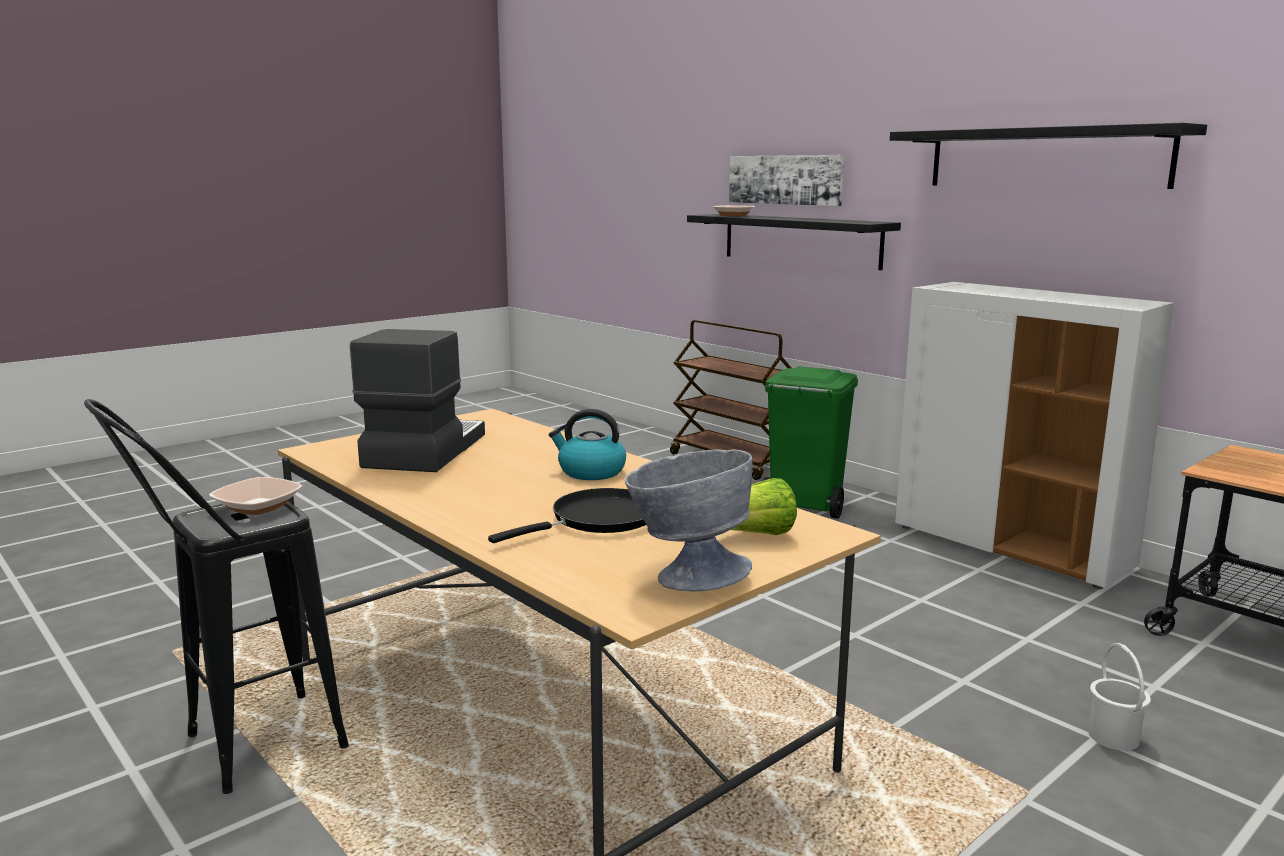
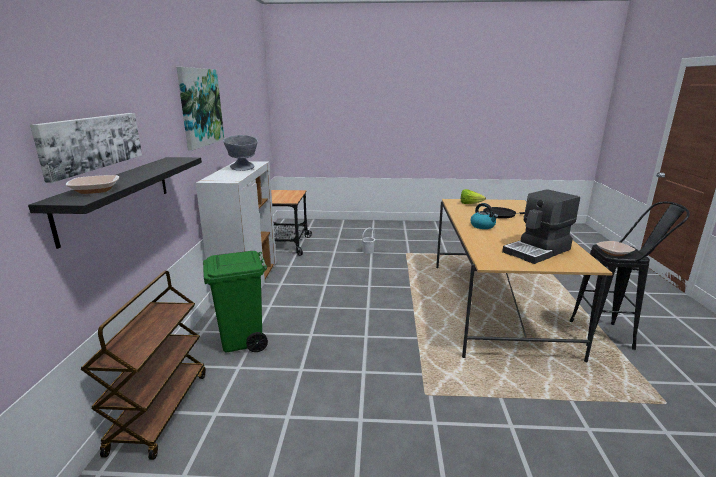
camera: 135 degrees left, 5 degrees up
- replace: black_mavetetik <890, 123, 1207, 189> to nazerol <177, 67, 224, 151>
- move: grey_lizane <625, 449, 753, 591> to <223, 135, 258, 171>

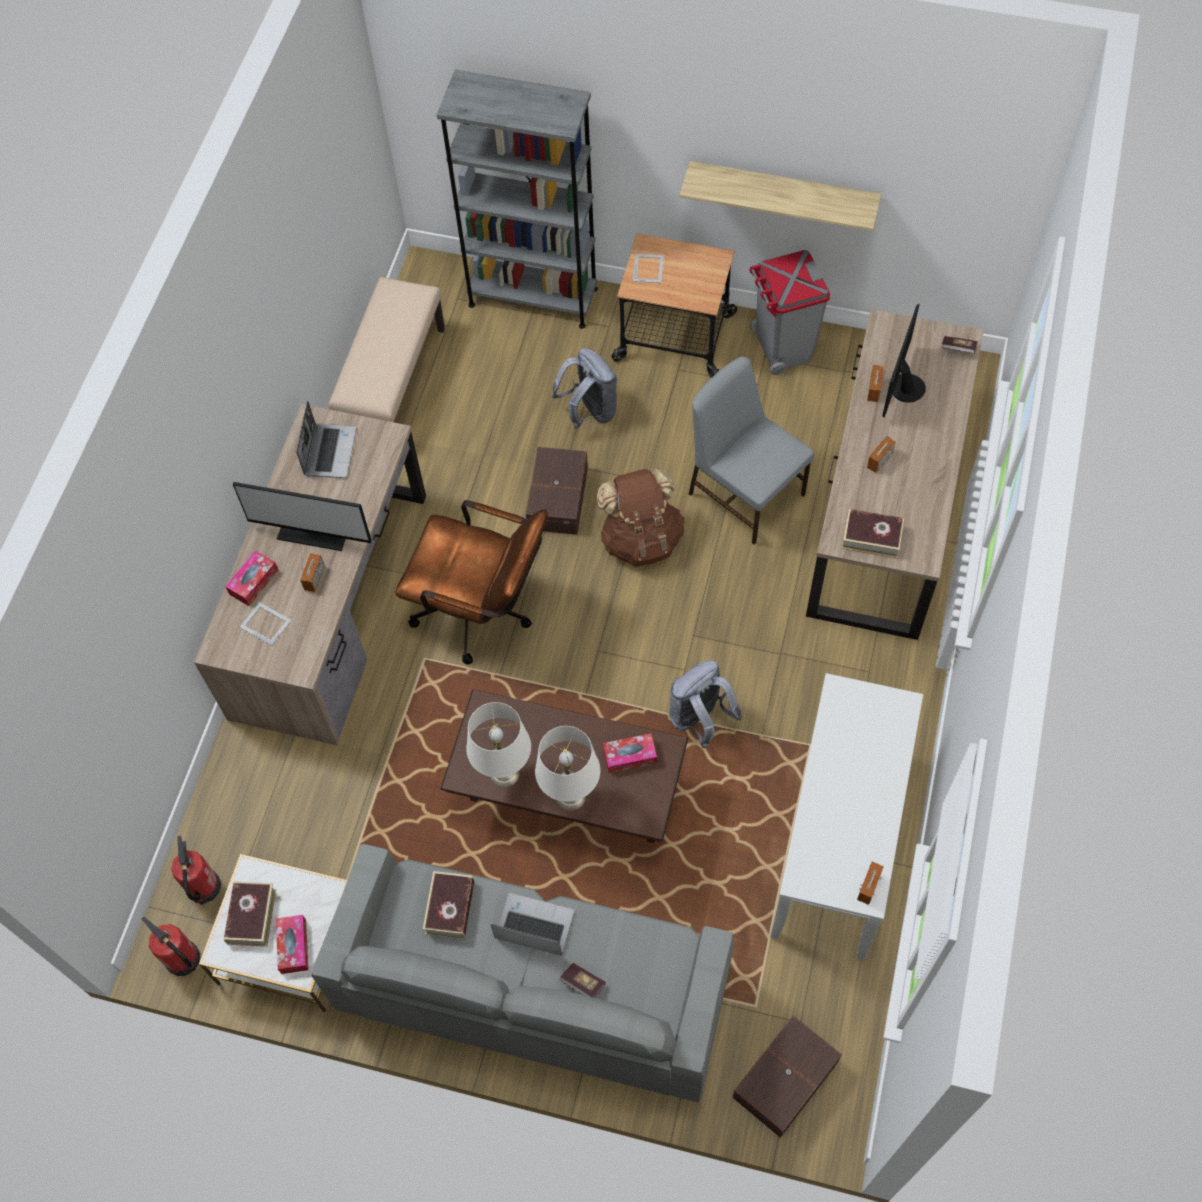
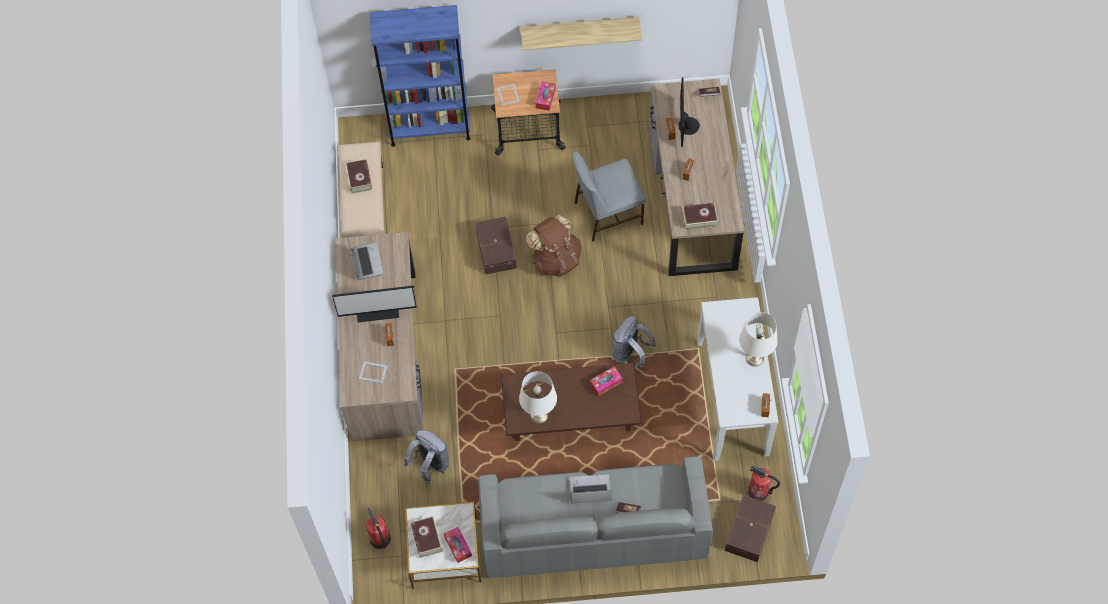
camera: 20 degrees left, 0 degrees up
- move: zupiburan <423, 871, 475, 939> to <345, 159, 372, 194>
- recolor: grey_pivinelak <437, 70, 598, 329> to blue_pivinelak <370, 5, 471, 147>
- move: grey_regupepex <552, 348, 617, 429> to <404, 430, 449, 484>
- move: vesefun <225, 551, 278, 606> to <536, 81, 556, 111>
- rotate: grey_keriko <689, 357, 814, 545> = <572, 151, 646, 242> 45 degrees counterclockwise
- move: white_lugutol <535, 726, 600, 811> to <739, 312, 778, 367>
- move: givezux <141, 916, 200, 976> to <748, 465, 780, 501>
- delete: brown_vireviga <395, 500, 548, 665>
- delete: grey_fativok <749, 250, 830, 375>

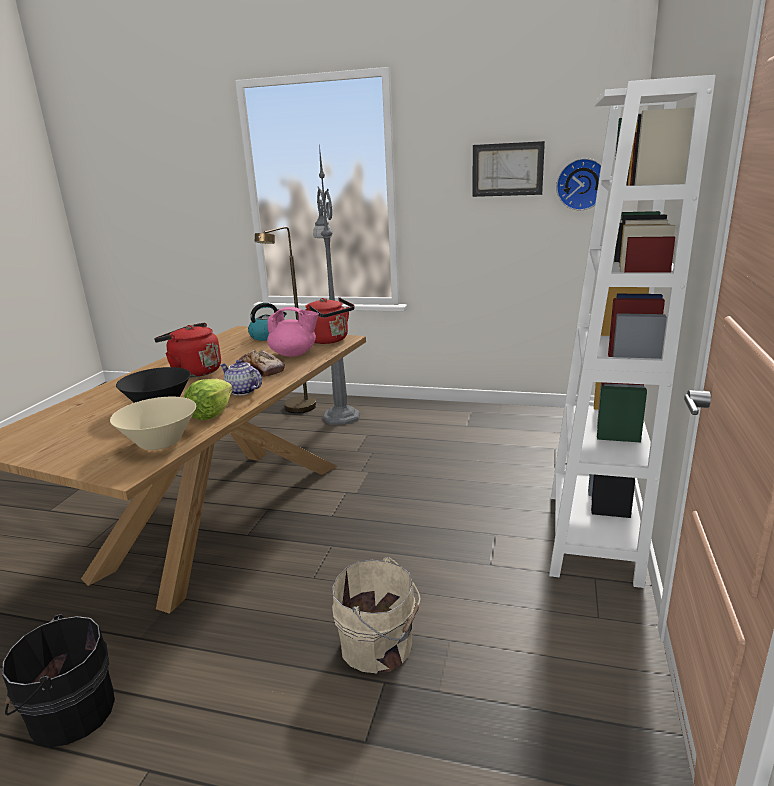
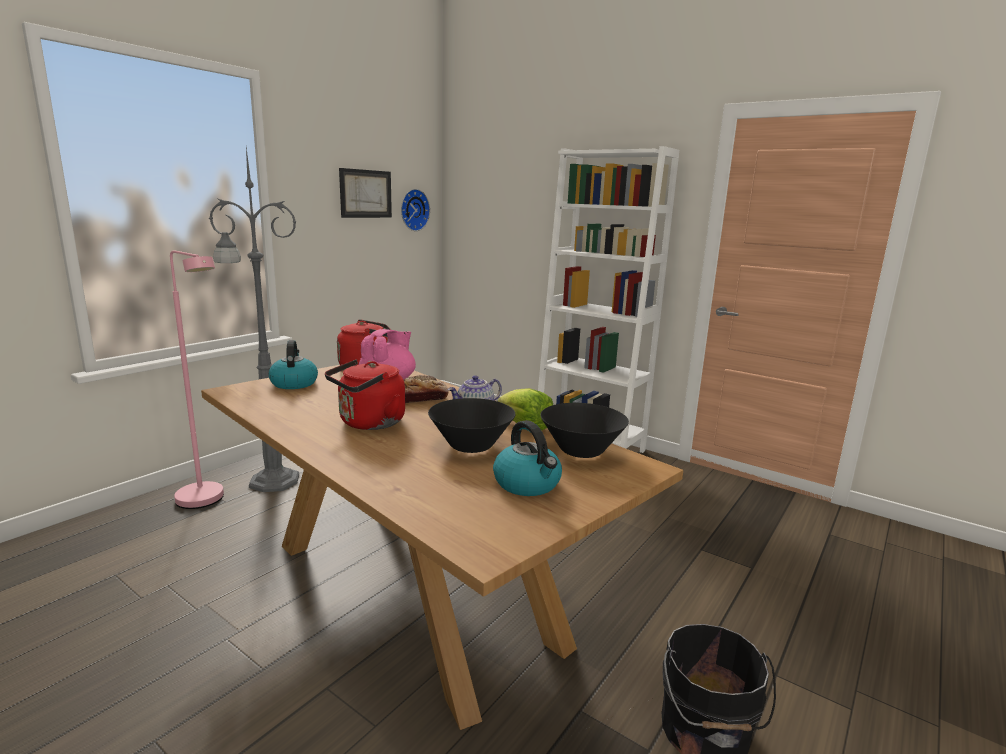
camera: 70 degrees left, 5 degrees down
- recolor: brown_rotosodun <255, 227, 316, 413> to pink_rotosodun <170, 251, 224, 509>
- insert: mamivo <493, 420, 562, 496>
- recolor: beige_lizane <110, 397, 196, 450> to black_lizane <541, 403, 629, 458>
- delete: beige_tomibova <332, 557, 421, 673>

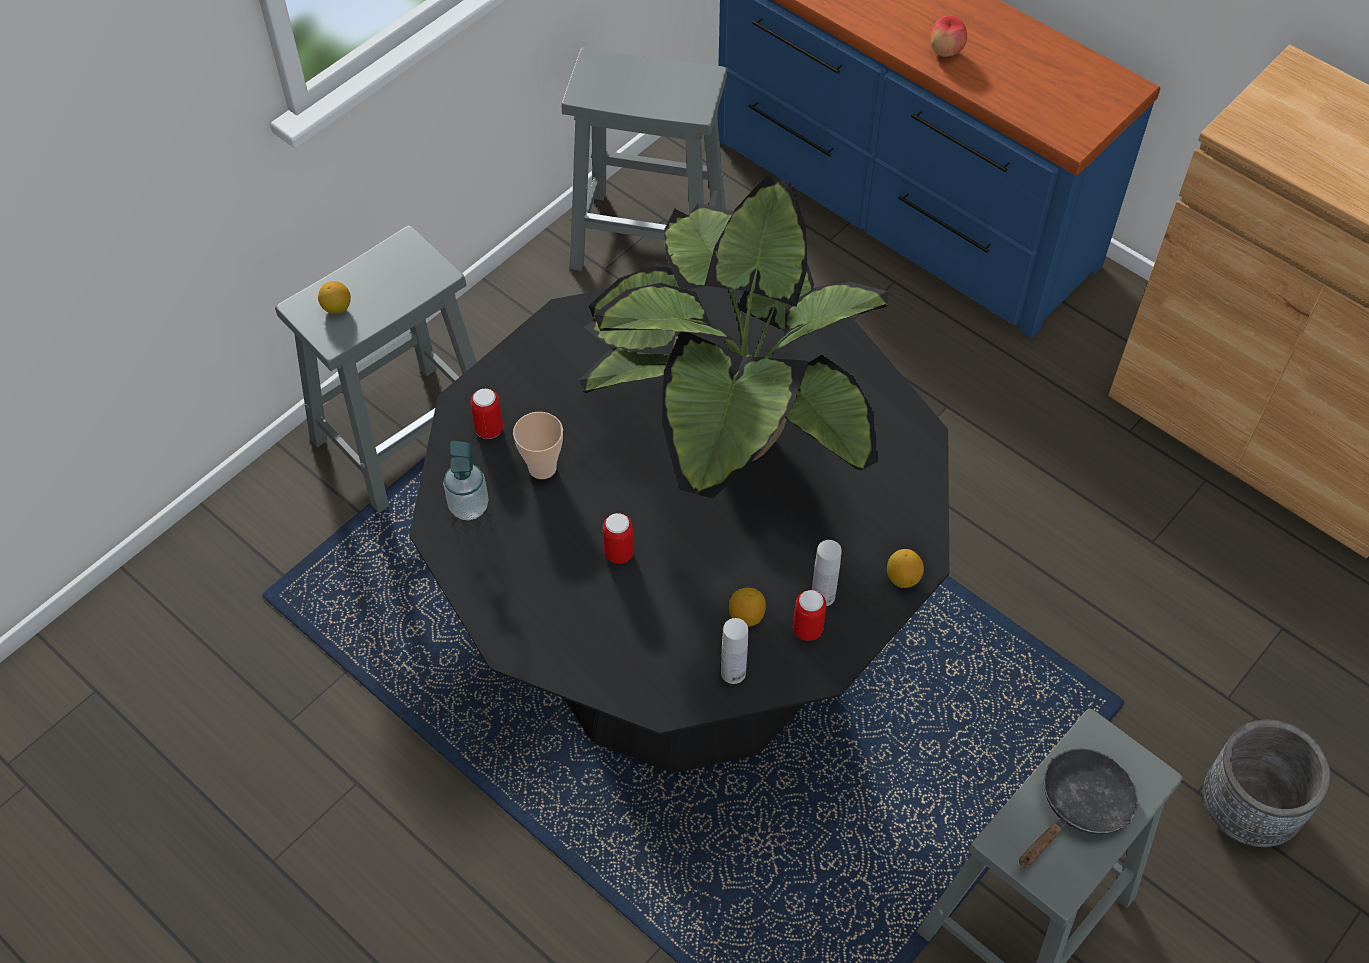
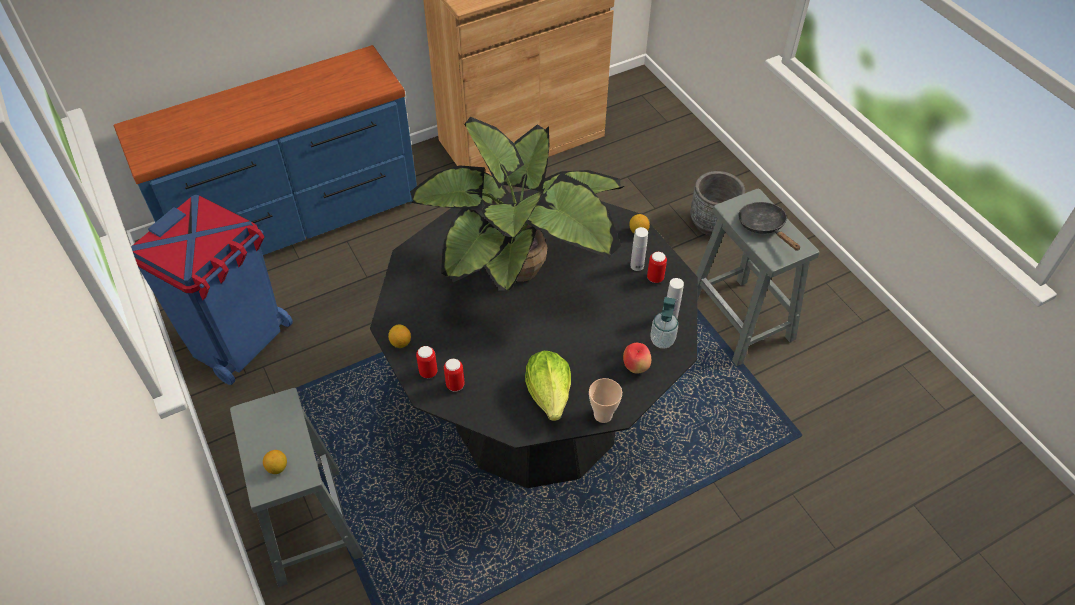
camera: 70 degrees left, 5 degrees down
- replace: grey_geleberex <562, 47, 727, 271> to blue_fativok <131, 195, 293, 385>
- move: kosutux <729, 588, 766, 627> to <388, 324, 411, 348>
- move: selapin <603, 513, 634, 564> to <416, 346, 438, 378>
- insert: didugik <525, 351, 571, 421>
- move: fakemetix <513, 412, 563, 479> to <589, 378, 622, 423>
- move: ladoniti <930, 15, 967, 57> to <623, 343, 651, 374>
- move: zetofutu <443, 441, 489, 520> to <651, 297, 678, 349>

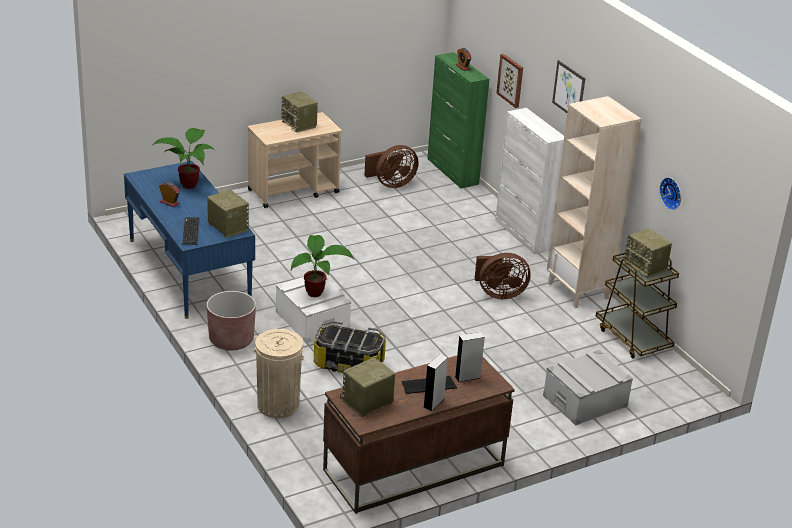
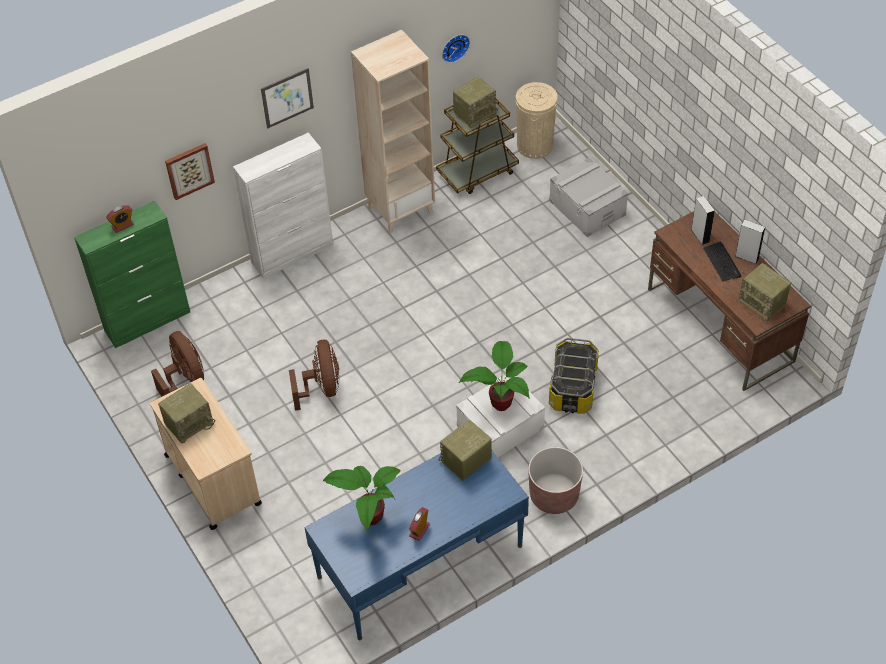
camera: 90 degrees left, 20 degrees up
- move: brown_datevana <475, 253, 531, 299> to <289, 340, 339, 411>
- move: beige_fativok <254, 329, 304, 418> to <516, 82, 558, 159>
- delete: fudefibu <182, 217, 199, 245>

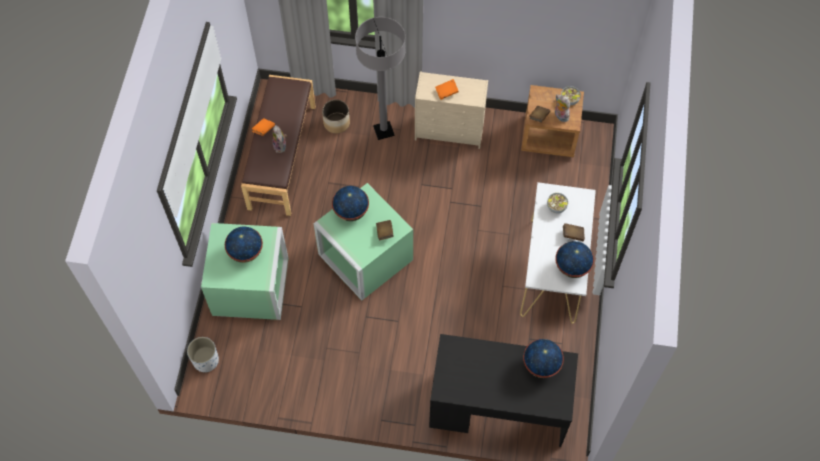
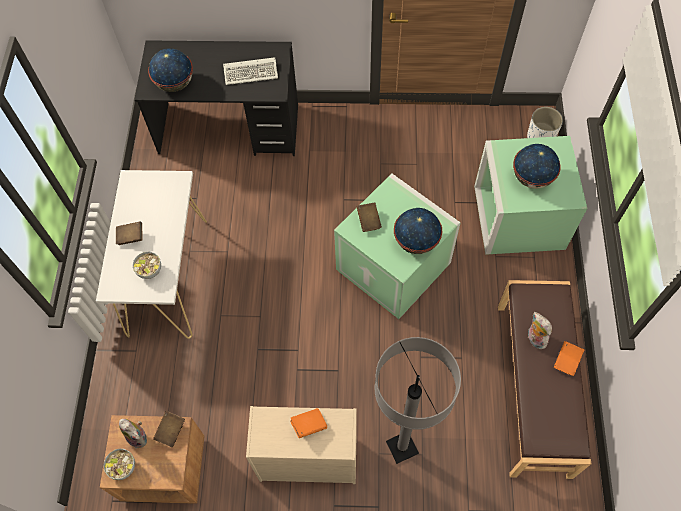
camera: 175 degrees right, 0 degrees up
- insert: fudefibu <223, 57, 278, 85>
- delete: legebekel <322, 99, 350, 134>
- delete: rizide <555, 241, 594, 278>

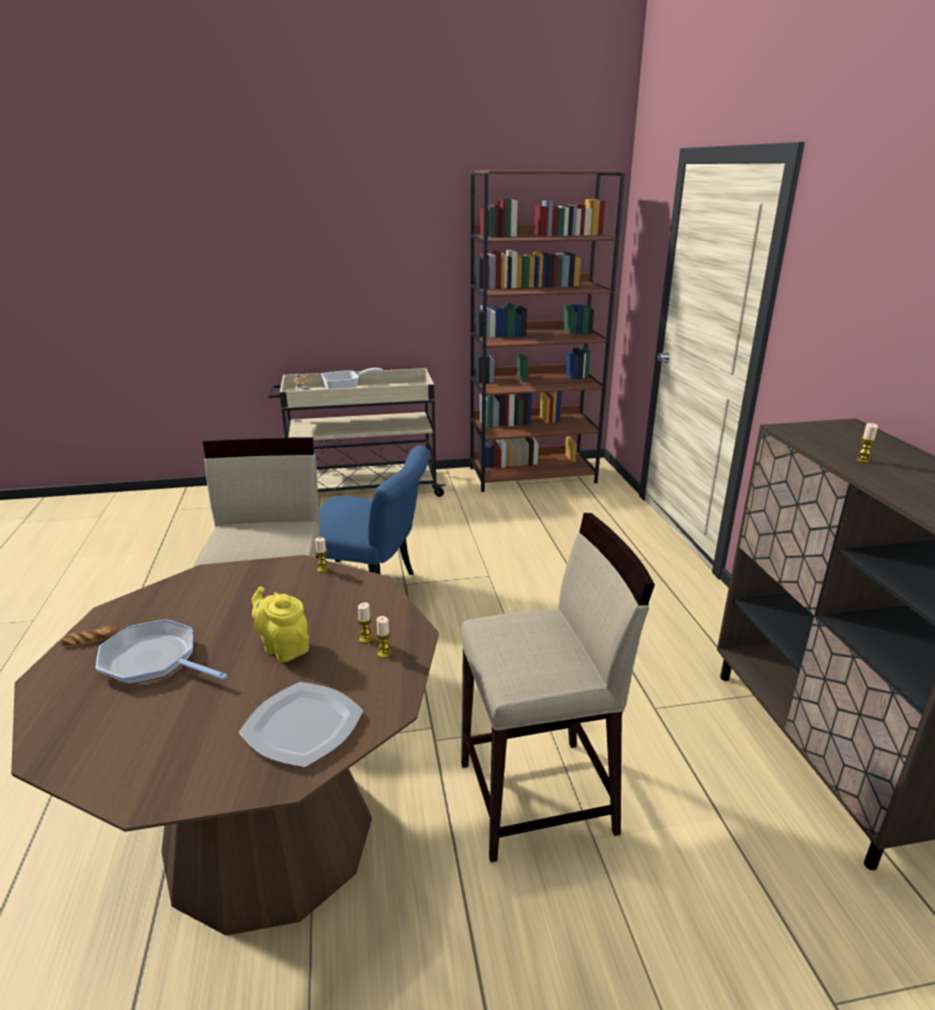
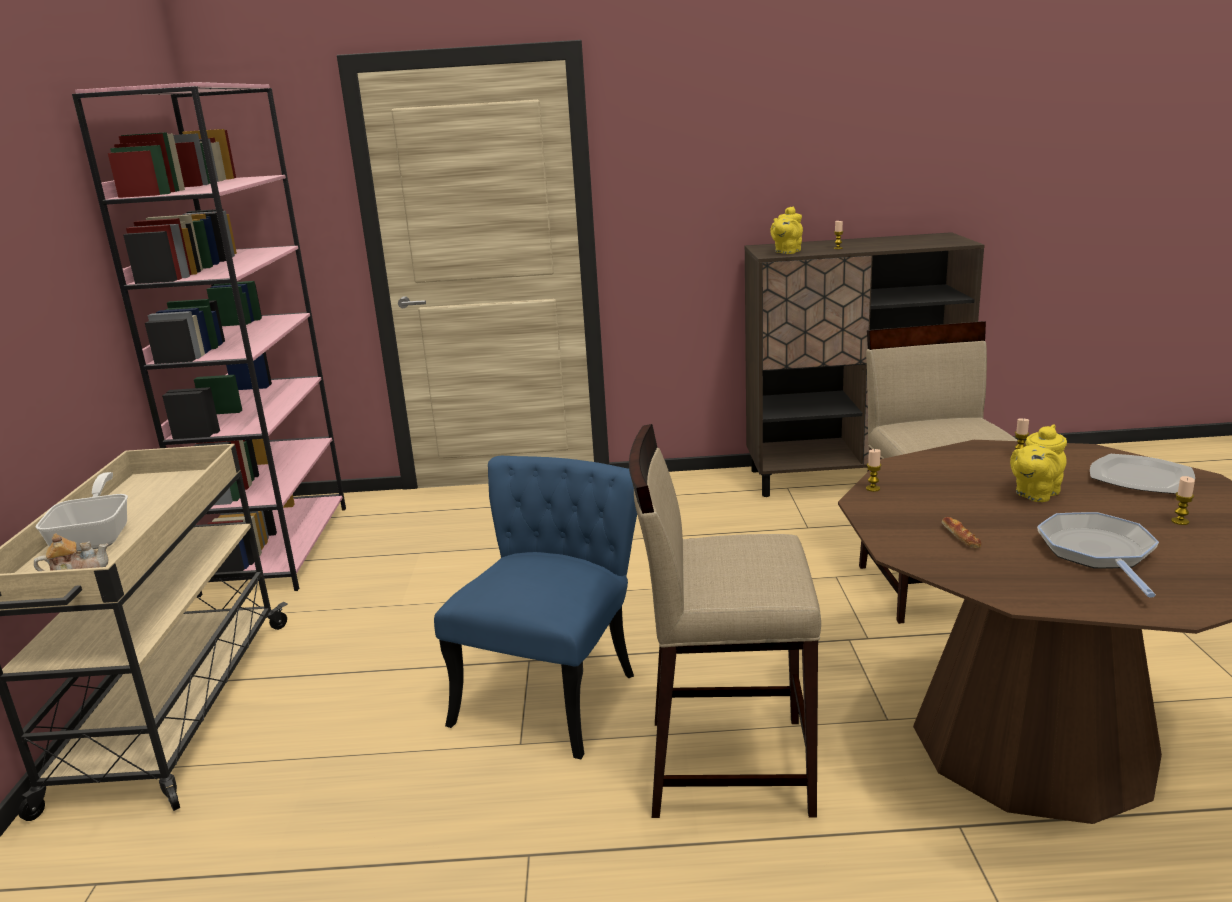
camera: 80 degrees left, 5 degrees down
- recolor: brown_pivinelak <470, 170, 625, 492> to pink_pivinelak <72, 82, 346, 597>
- insert: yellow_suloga <770, 207, 803, 254>
- move: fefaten <61, 626, 120, 647> to <942, 517, 981, 548>
- rotate: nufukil <96, 619, 228, 684> = <1037, 512, 1159, 598> 150 degrees clockwise
- move: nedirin <357, 602, 373, 644> to <1171, 476, 1195, 525>

